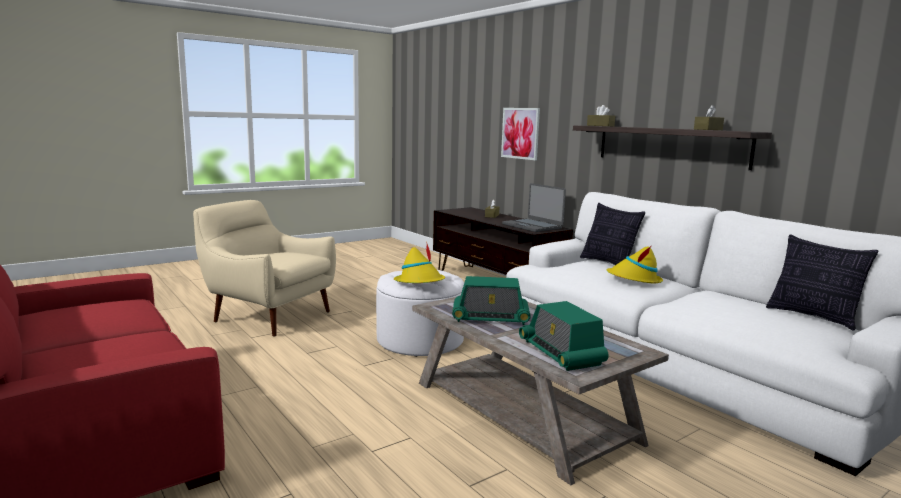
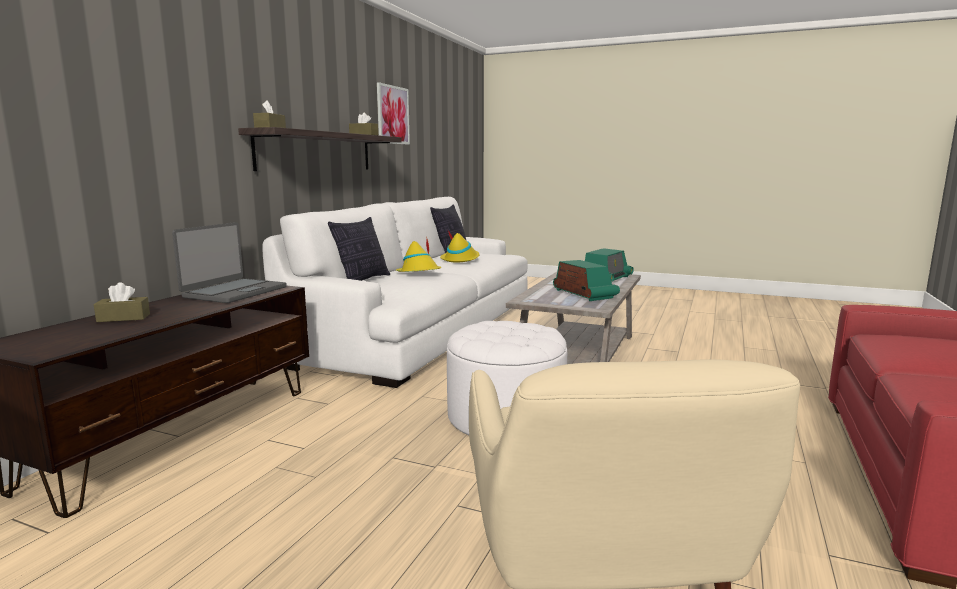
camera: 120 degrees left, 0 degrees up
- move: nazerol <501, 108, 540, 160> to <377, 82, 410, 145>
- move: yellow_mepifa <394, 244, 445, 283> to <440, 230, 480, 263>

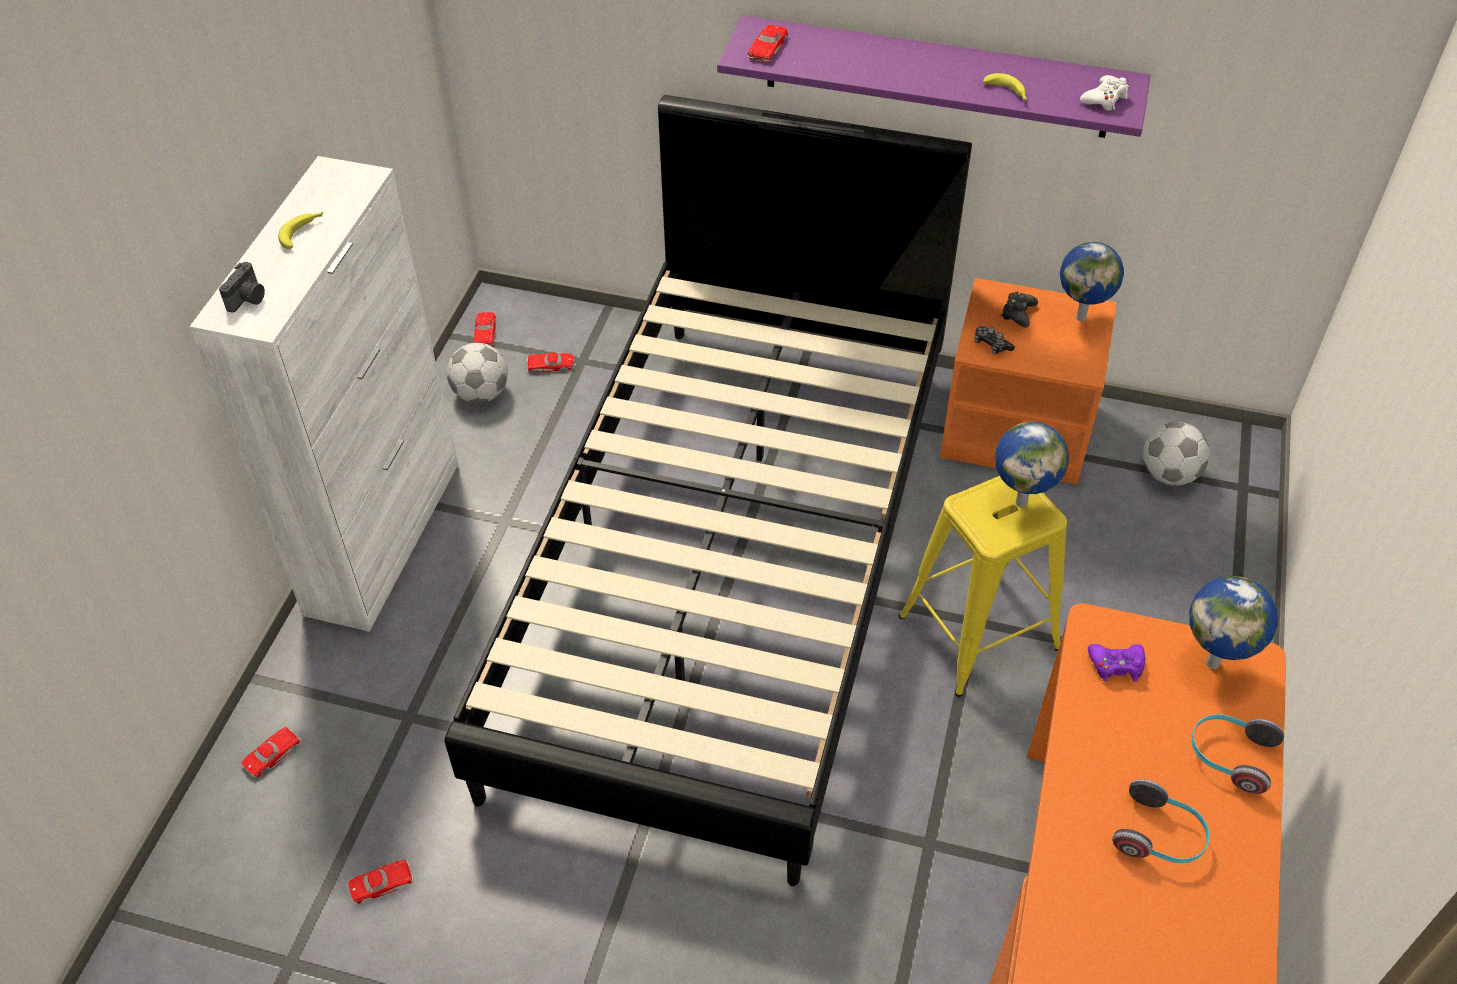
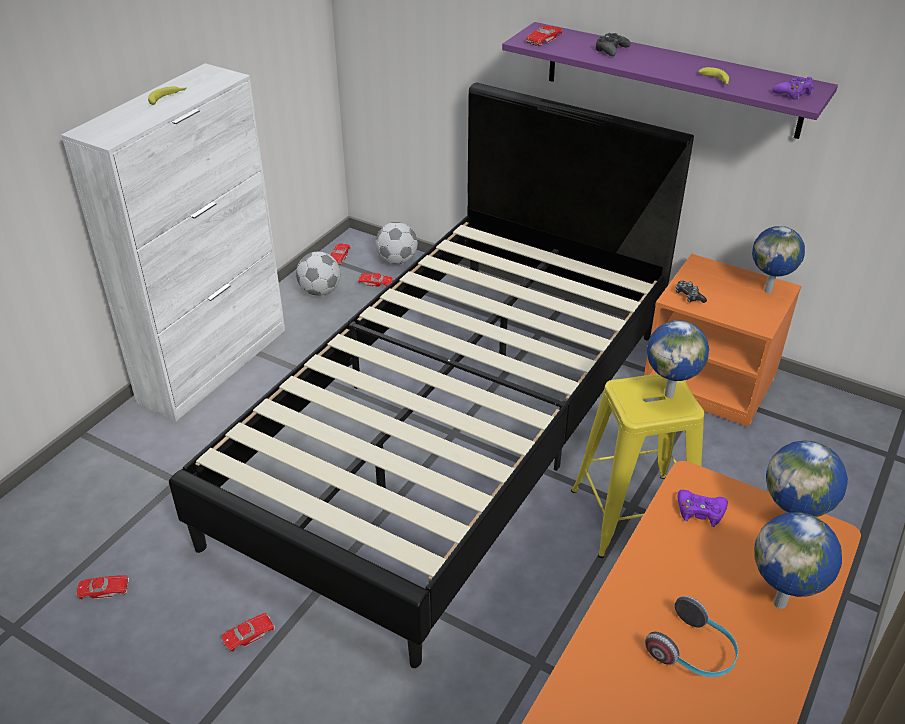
camera: 15 degrees right, 10 degrees down
- move: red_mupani <241, 727, 301, 777> to <221, 613, 275, 651>
- move: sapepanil <1143, 422, 1210, 486> to <376, 222, 418, 264>
- move: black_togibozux <1001, 292, 1038, 327> to <595, 33, 631, 56>
- replace: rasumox <1191, 714, 1284, 794> to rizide <754, 512, 842, 609>
- recolor: white_togibozux <1080, 75, 1129, 111> to purple_togibozux <772, 77, 814, 100>
- delete: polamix <219, 262, 265, 313>

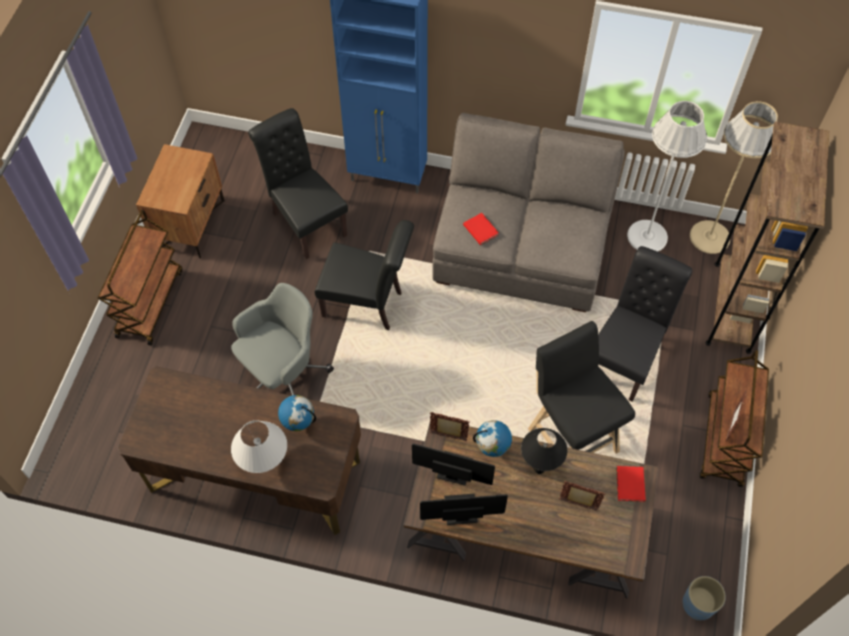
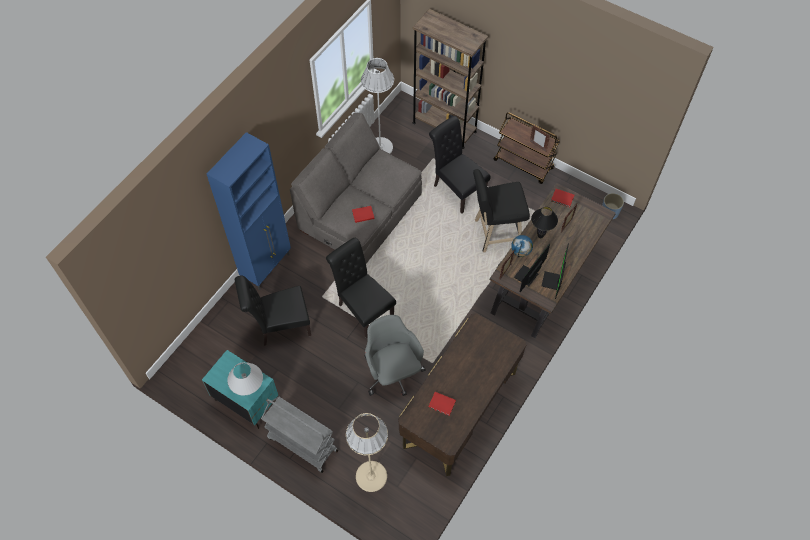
camera: 70 degrees left, 0 degrees up
- recolor: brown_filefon <136, 144, 225, 258> to turquoise_filefon <202, 350, 278, 429>
- move: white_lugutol <231, 420, 287, 473> to <227, 362, 263, 396>
- recolor: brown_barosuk <98, 210, 182, 345> to grey_barosuk <261, 396, 338, 473>
- rotate: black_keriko <314, 220, 414, 330> = <326, 238, 396, 339> 75 degrees counterclockwise
- move: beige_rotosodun <690, 101, 778, 254> to <346, 413, 388, 492>
- insert: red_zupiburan <429, 392, 456, 416>
- delete: rizide <278, 395, 316, 431>

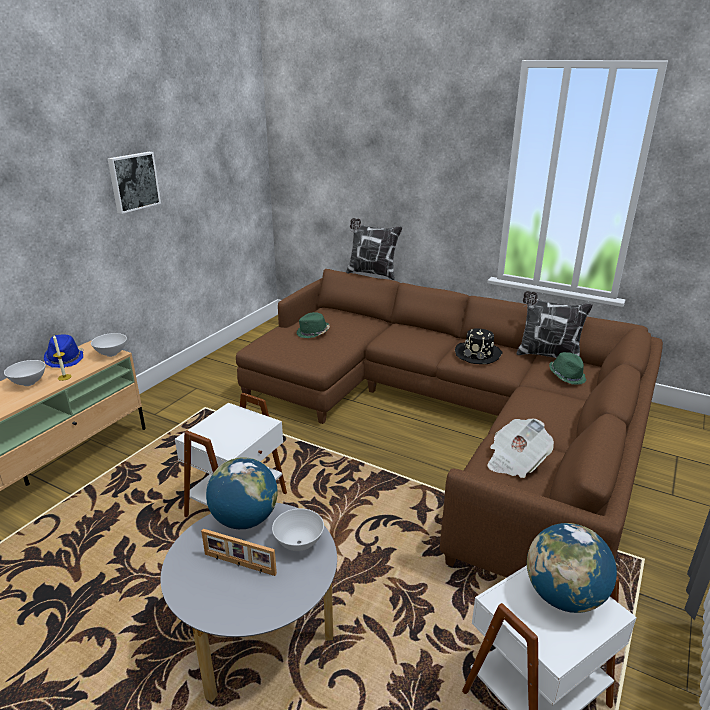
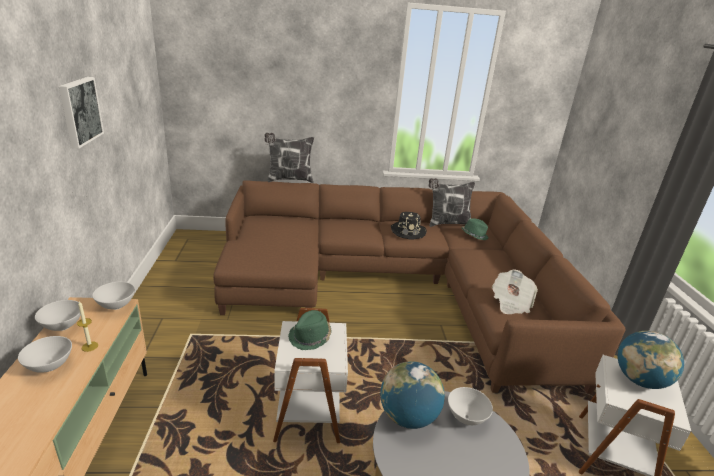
camera: 35 degrees left, 0 degrees up
- replace: blue_mepifa <44, 335, 83, 368> to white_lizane <35, 300, 81, 331>
- move: green_mepifa <296, 312, 330, 338> to <288, 310, 331, 350>
- delete: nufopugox <201, 529, 277, 576>

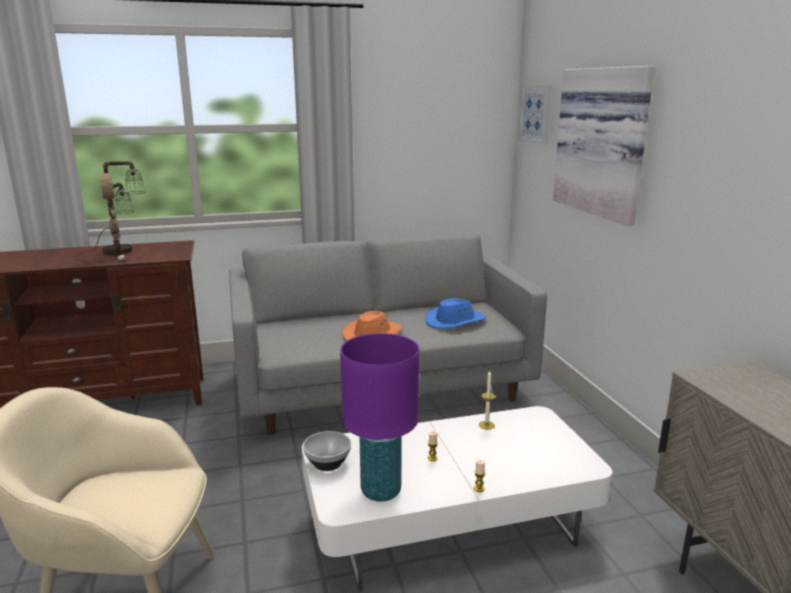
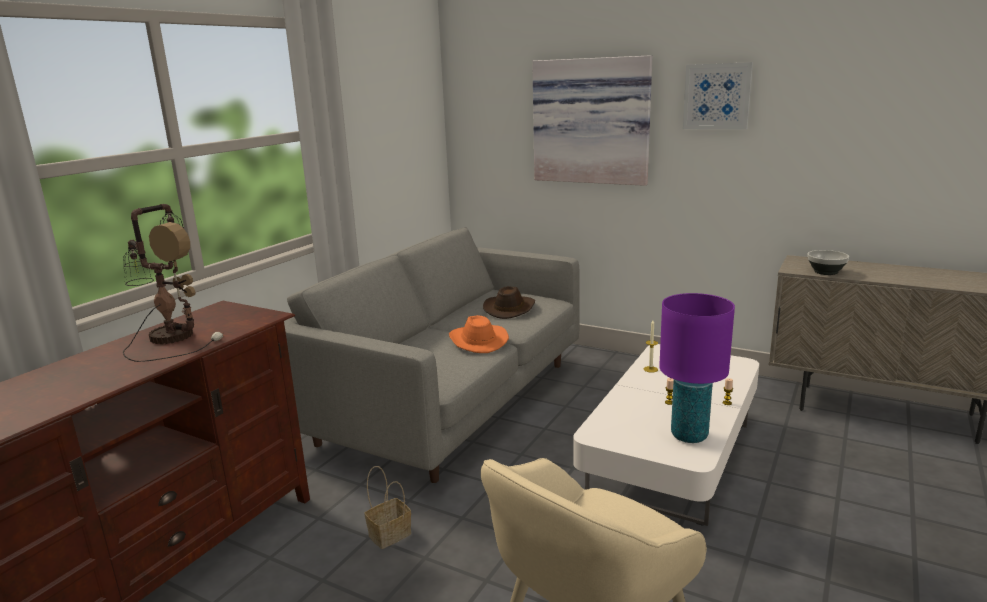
camera: 45 degrees left, 0 degrees up
- insert: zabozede <364, 466, 411, 549>
- recolor: blue_mepifa <425, 298, 486, 328> to brown_mepifa <483, 286, 535, 319>
- move: nazerol <518, 85, 552, 145> to <683, 62, 753, 130>
- move: lizane <303, 431, 351, 471> to <807, 250, 849, 275>

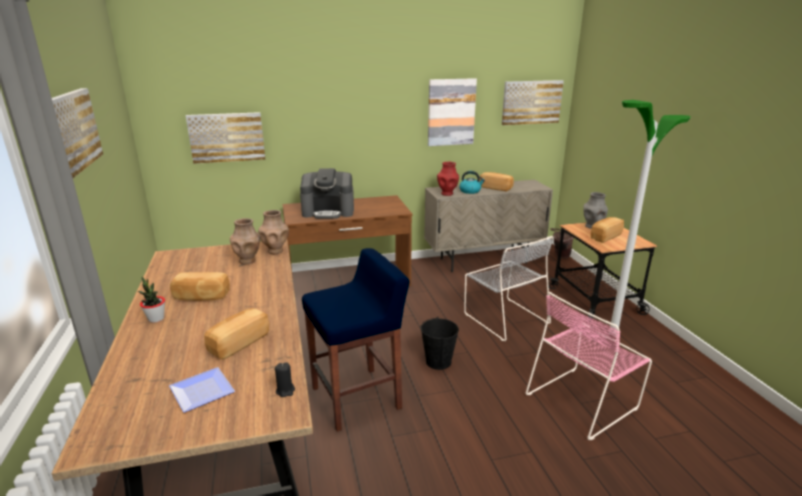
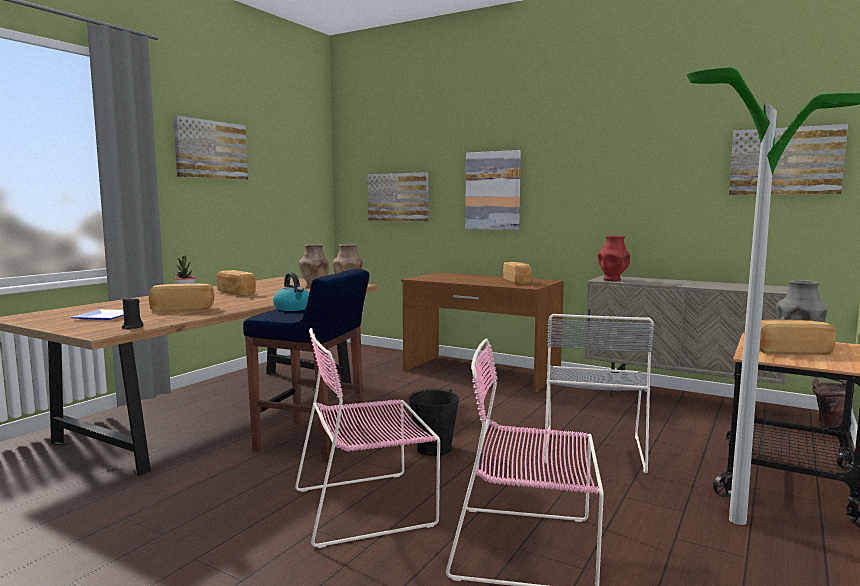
camera: 45 degrees right, 15 degrees down
- move: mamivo <459, 171, 485, 194> to <273, 273, 309, 311>
- insert: pink_keriko <295, 328, 440, 548>
- move: nazerol <428, 78, 477, 146> to <465, 150, 521, 230>
- move: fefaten <479, 172, 514, 191> to <503, 262, 532, 284>
- delete: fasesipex <300, 168, 354, 219>

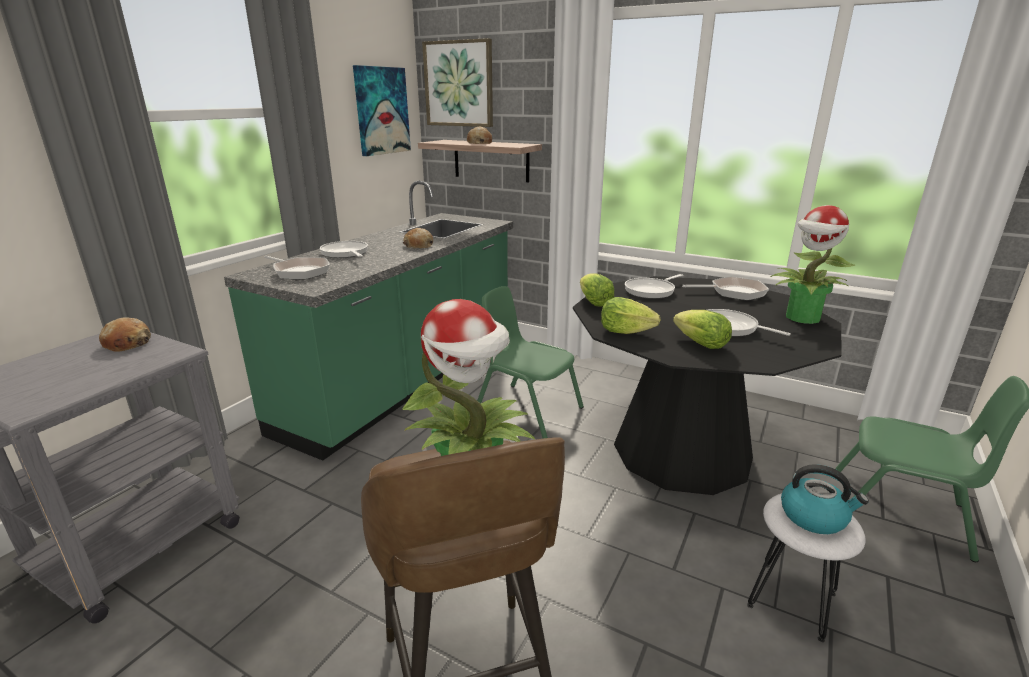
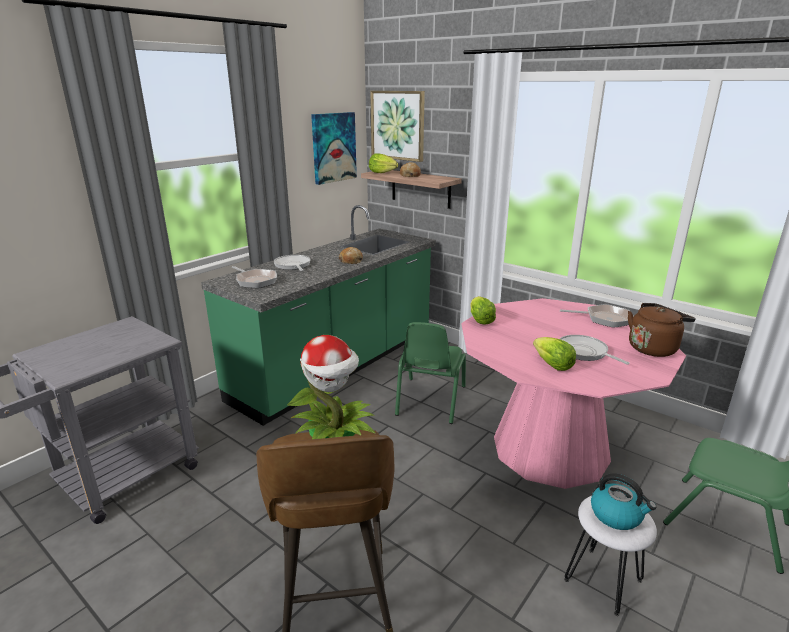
camera: 10 degrees right, 0 degrees up
- move: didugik <601, 297, 661, 334> to <369, 153, 398, 173>
- rotate: green_keriko <477, 286, 584, 439> = <395, 322, 466, 424> 120 degrees counterclockwise
- recolor: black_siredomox <573, 276, 842, 495> to pink_siredomox <461, 298, 686, 489>
- replace: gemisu <770, 205, 855, 324> to brown_mamivo <628, 303, 696, 357>
- delete: fefaten <99, 317, 151, 351>
- delete: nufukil <625, 274, 683, 299>

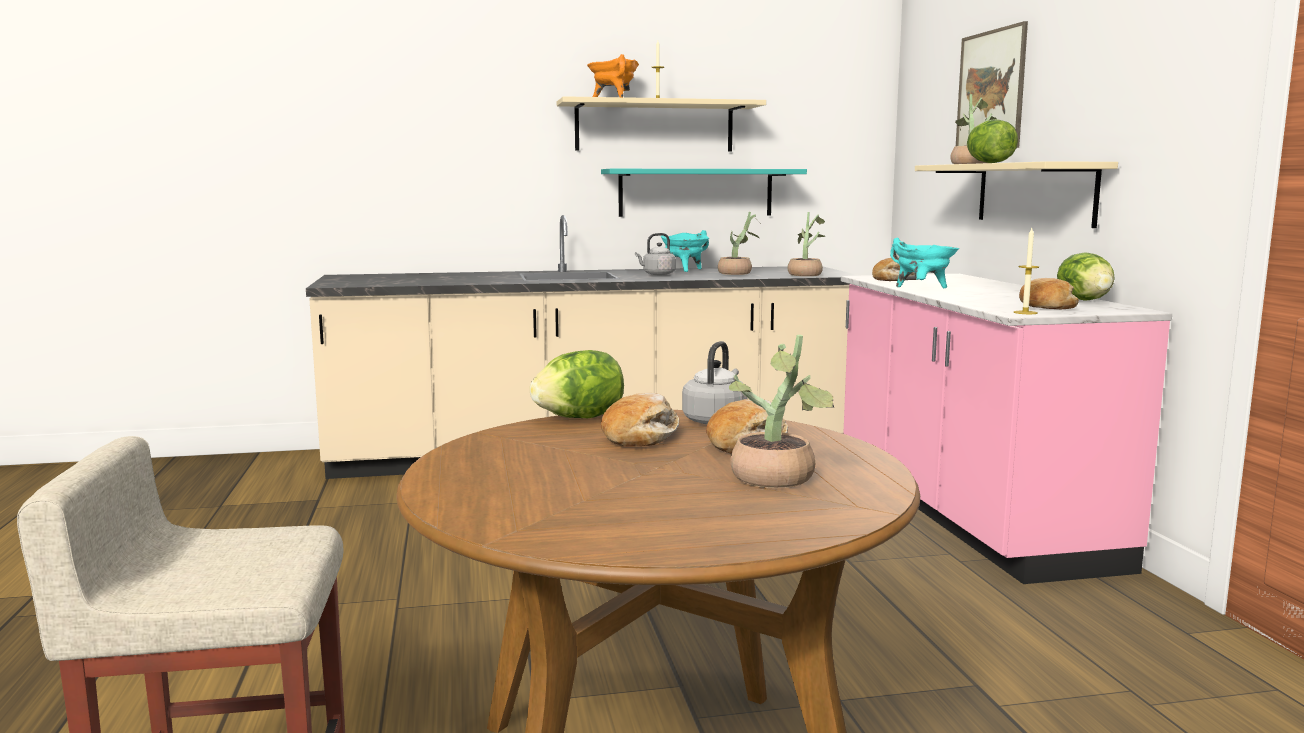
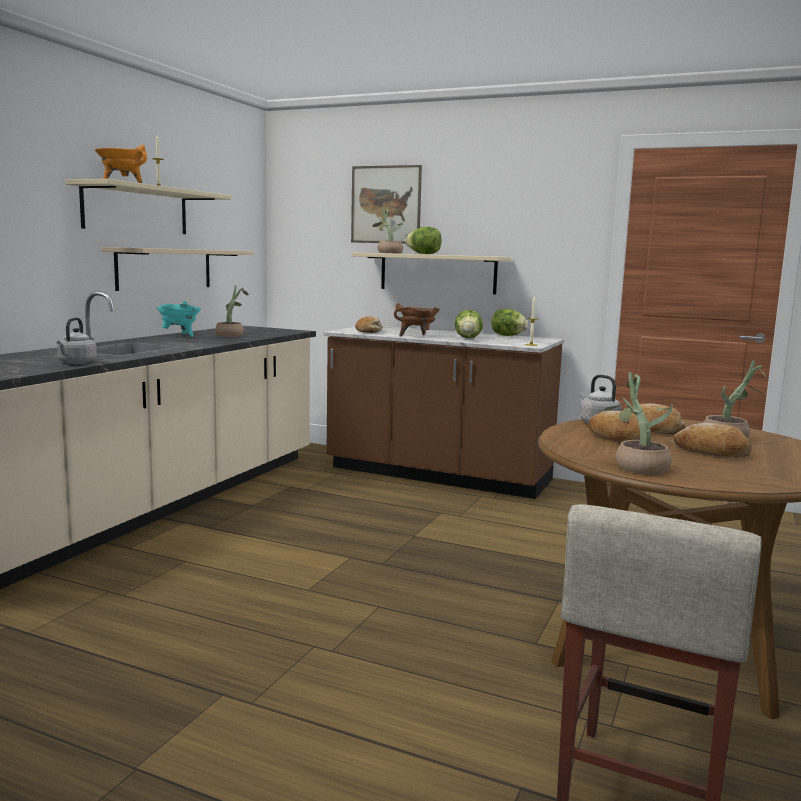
camera: 55 degrees left, 0 degrees up
- move: grey_mamivo <635, 233, 676, 275> to <57, 317, 97, 364>
- recolor: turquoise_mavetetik <601, 169, 807, 217> to beige_mavetetik <101, 247, 253, 291>
- recolor: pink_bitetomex <841, 274, 1172, 584> to brown_bitetomex <324, 326, 564, 499>
- recolor: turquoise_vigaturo <890, 238, 959, 288> to brown_vigaturo <394, 303, 440, 337>
- move: didugik <530, 350, 624, 418> to <455, 310, 483, 338>
- move: gemisu <788, 212, 826, 276> to <604, 372, 672, 475>
- move: fefaten <1019, 278, 1079, 309> to <673, 423, 752, 457>

